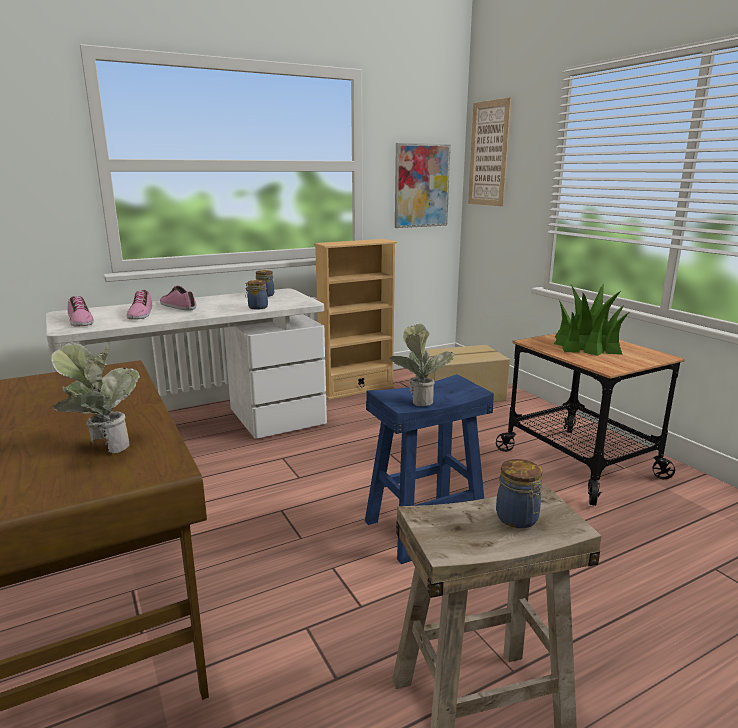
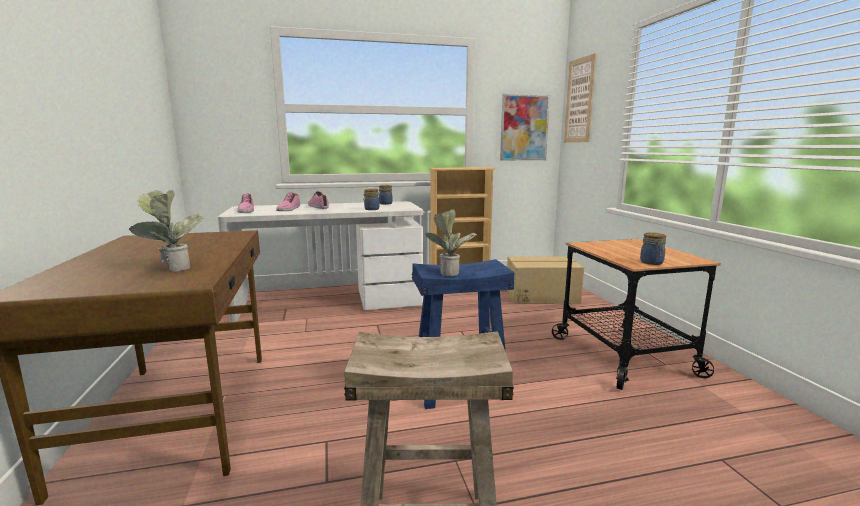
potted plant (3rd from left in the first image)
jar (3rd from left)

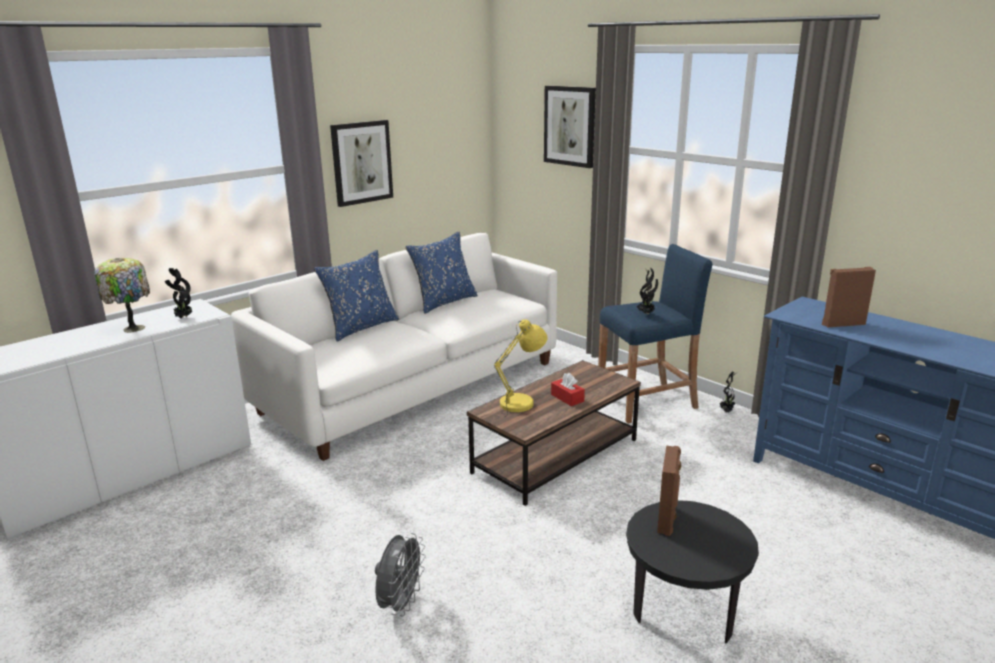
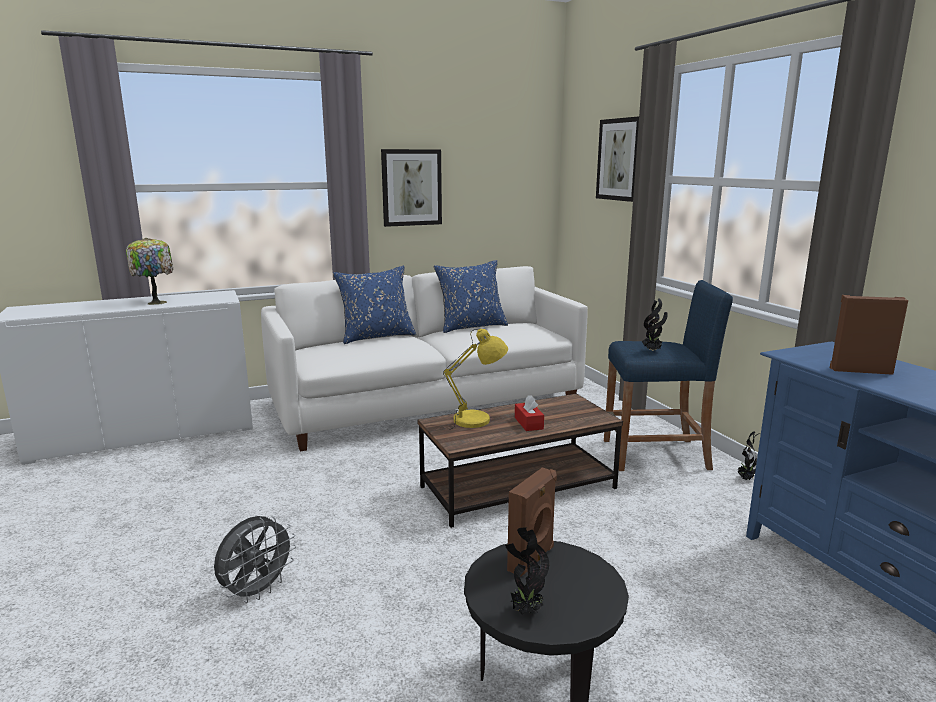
potted plant (1st from left)

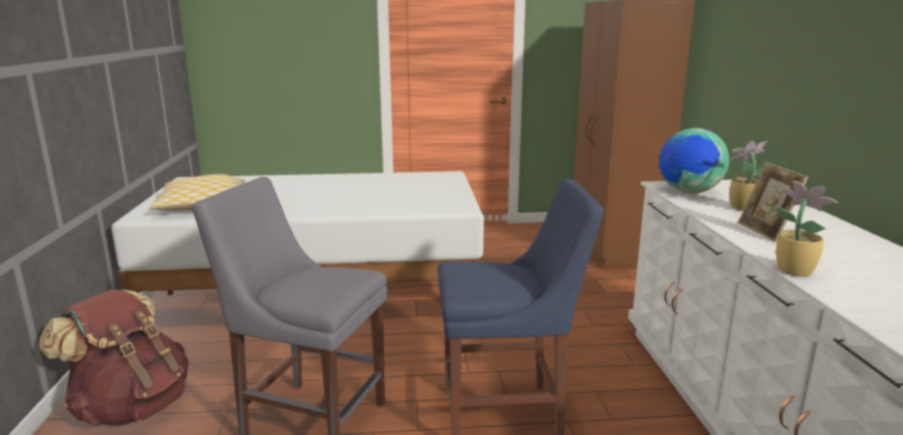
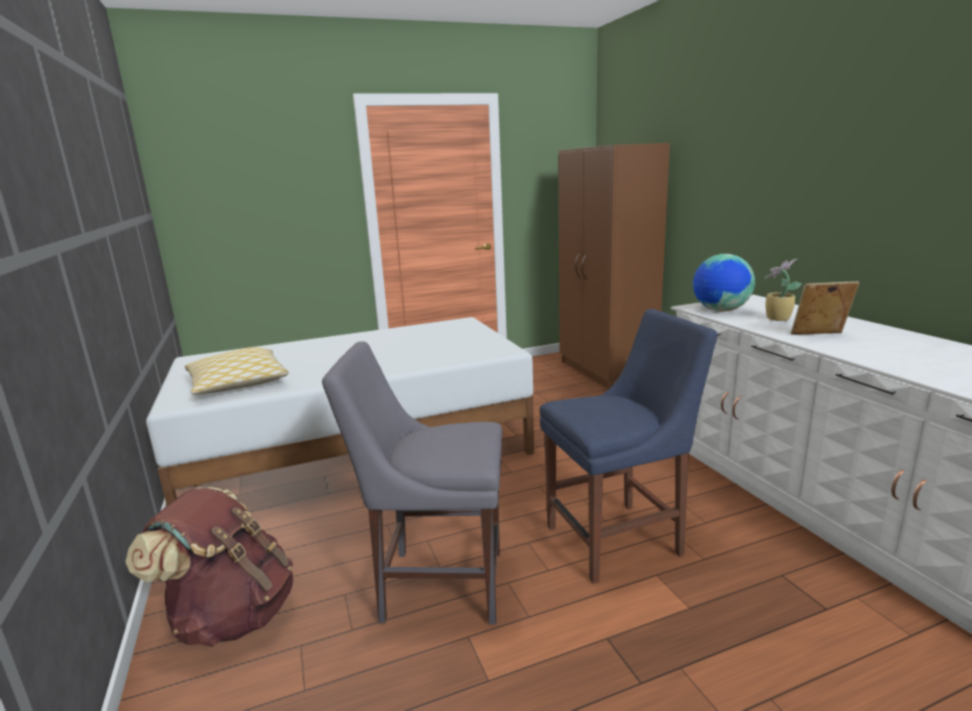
potted plant (2nd from left in the first image)
picture frame

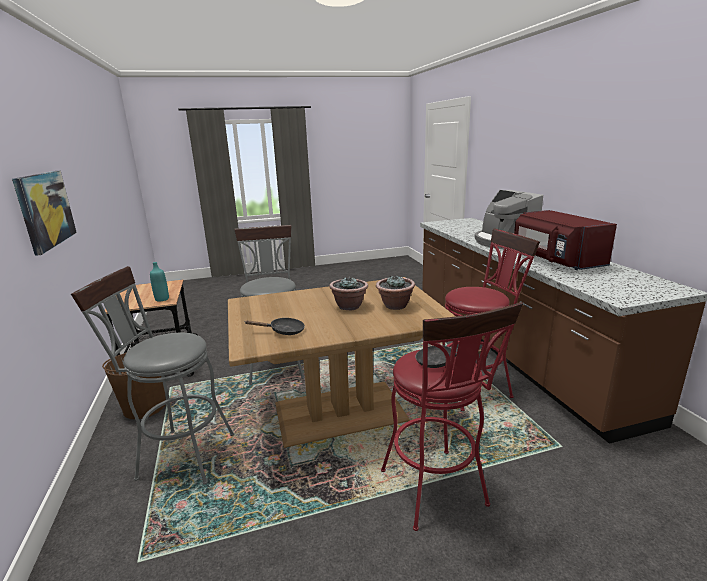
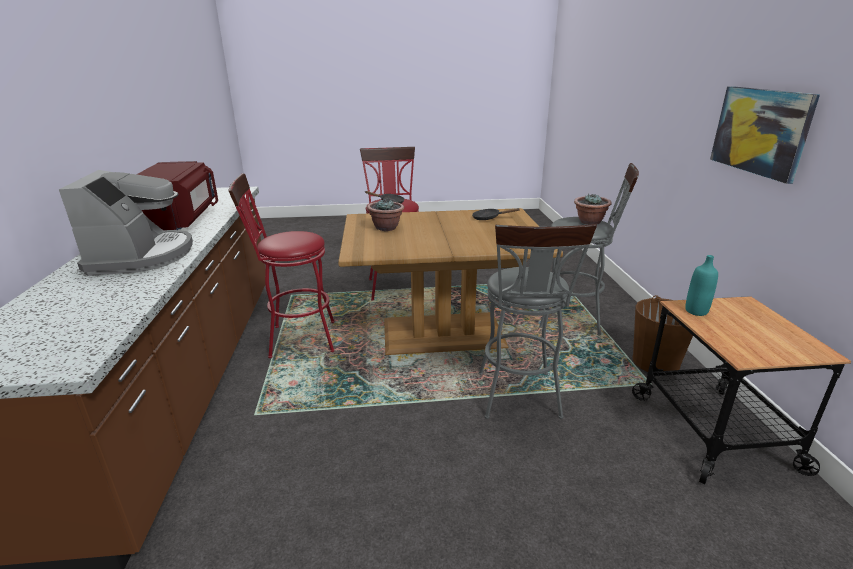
potted plant (2nd from left)

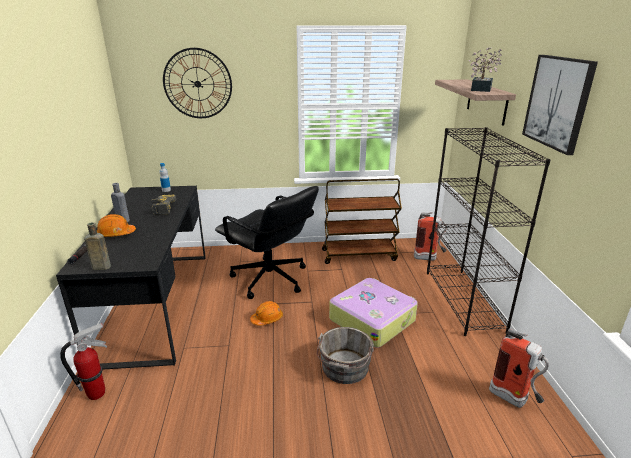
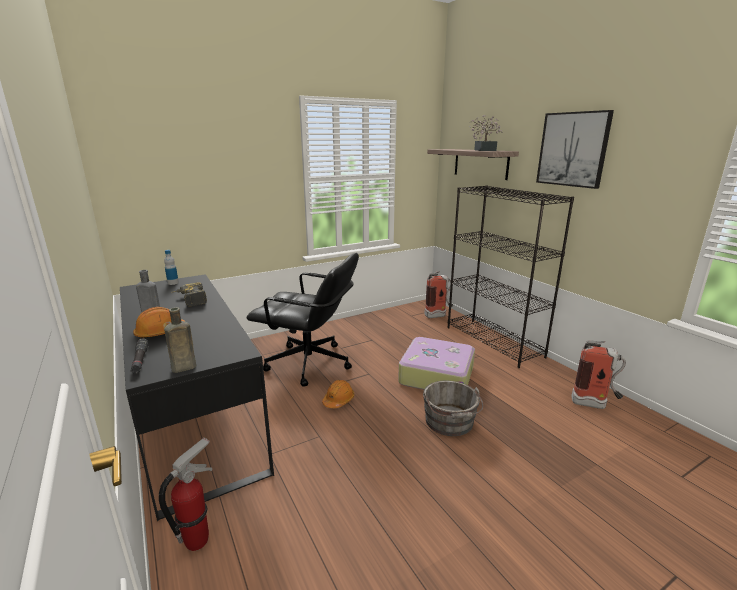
wall clock
cart (brown)

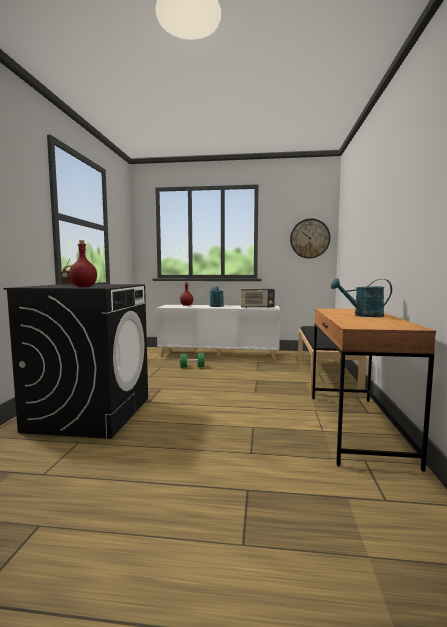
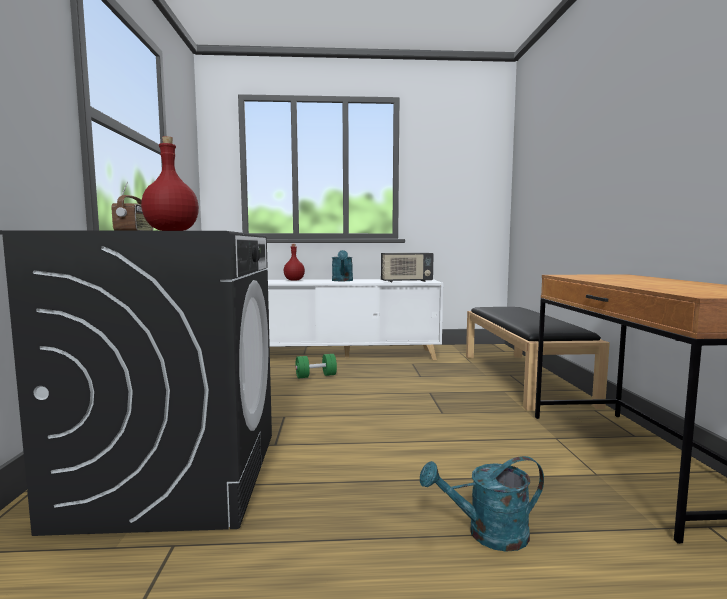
wall clock
watering can (turquoise) (2nd from left)

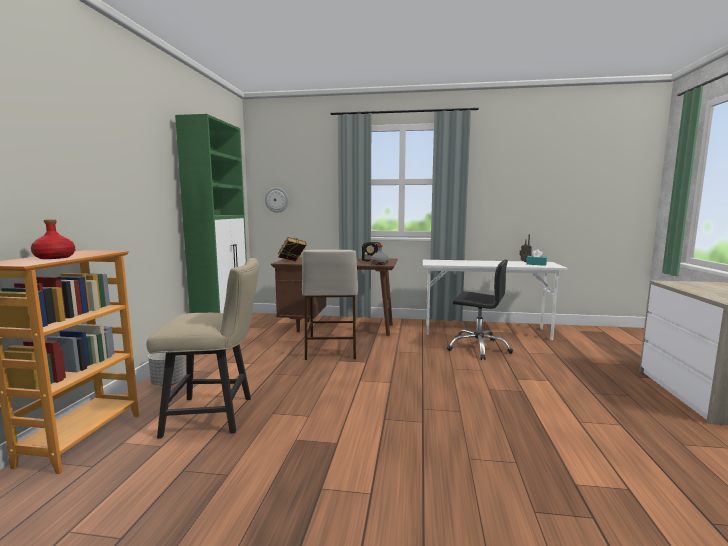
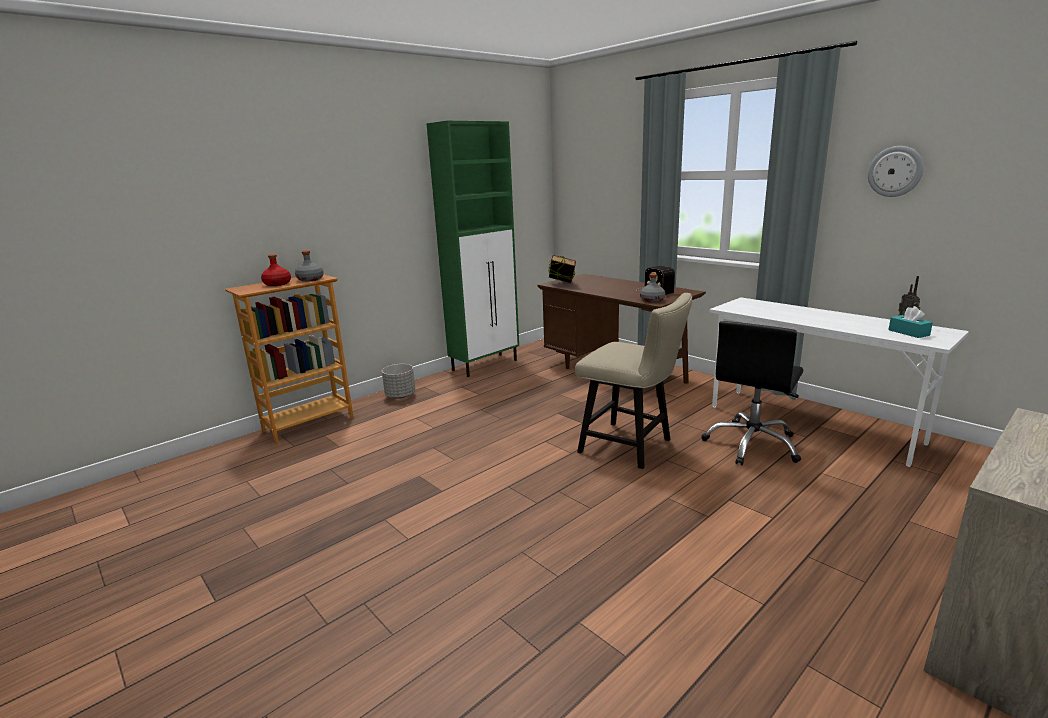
stool (beige)
bottle (grey) (1st from left)
chair (beige)
wall clock
office chair (black)

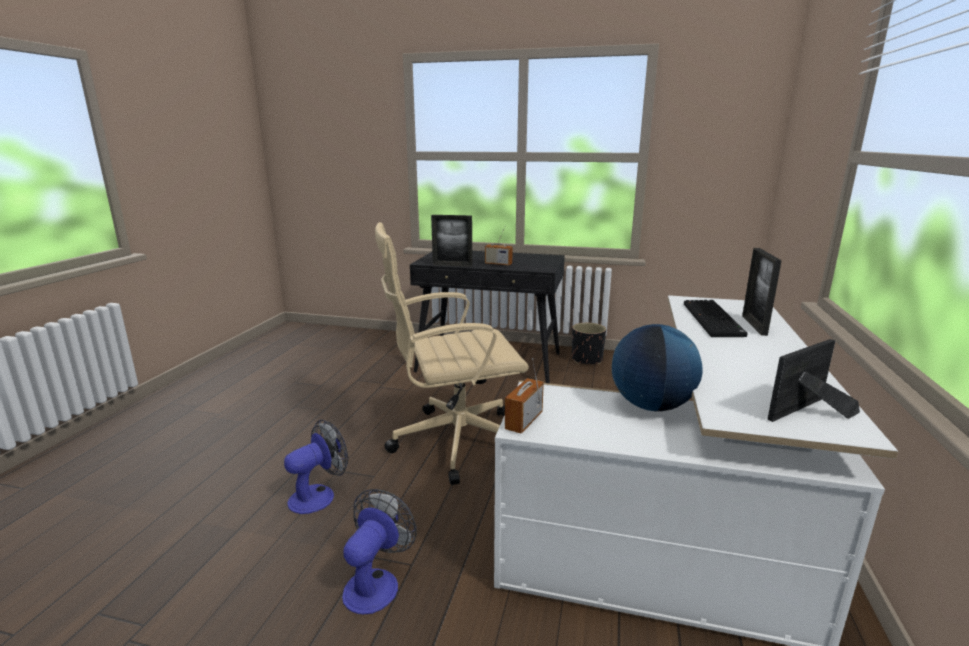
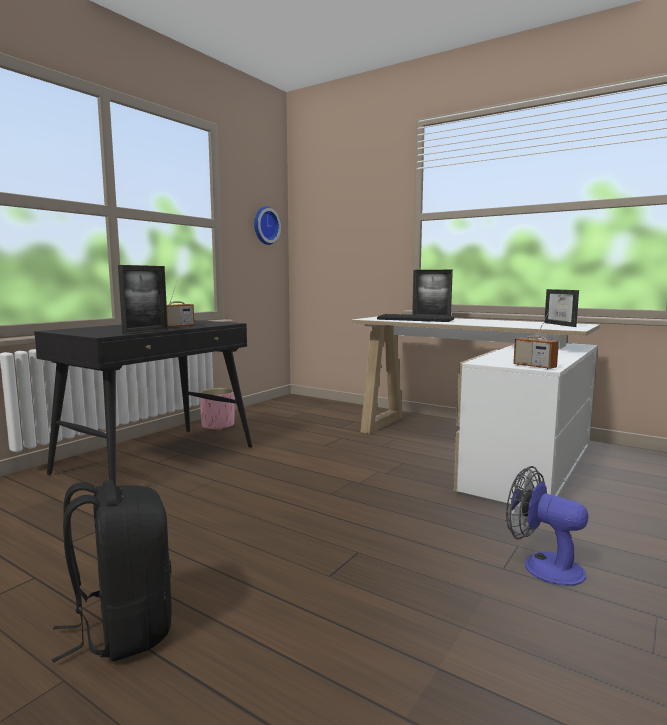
fan (1st from left in the first image)
office chair (beige)
globe
backpack (black)
wall clock
planter (pink)

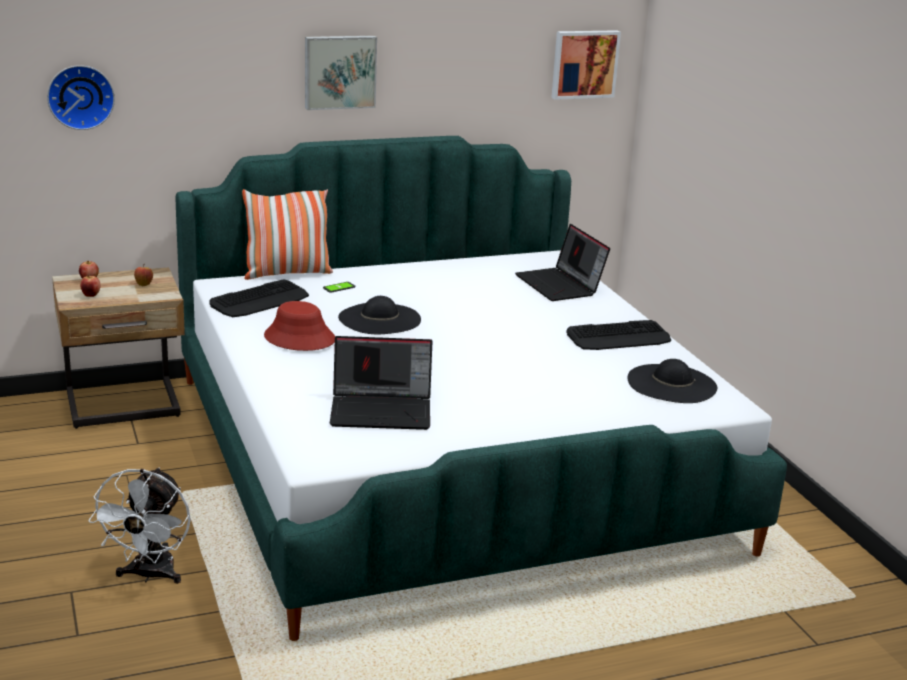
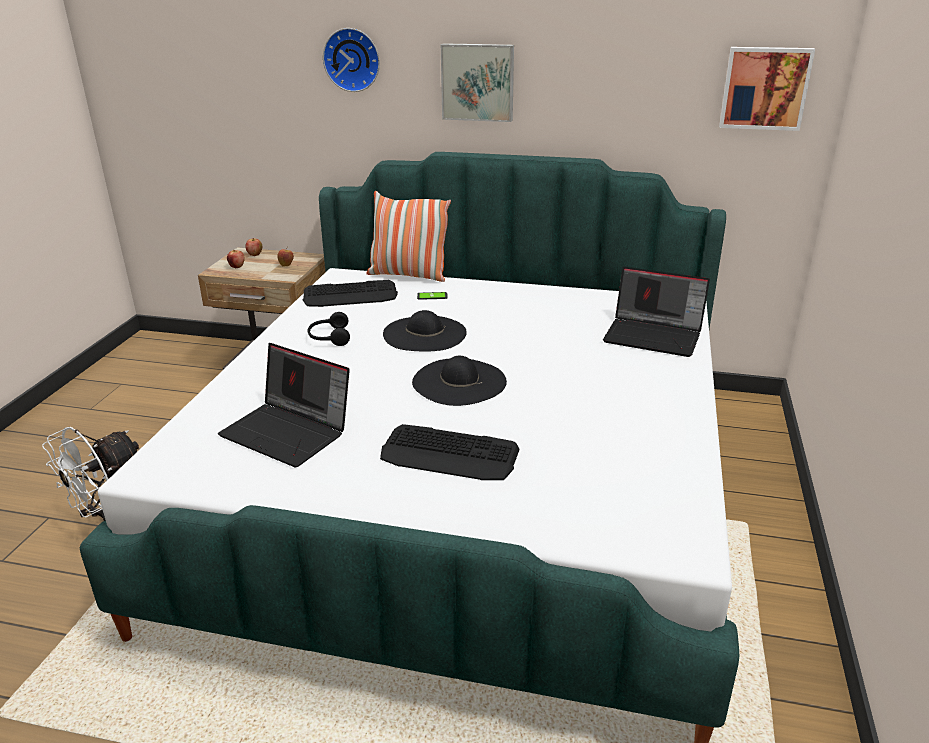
wall clock
keyboard (2nd from left)
hat (black) (2nd from left)
headphones (black)
laptop (2nd from left)

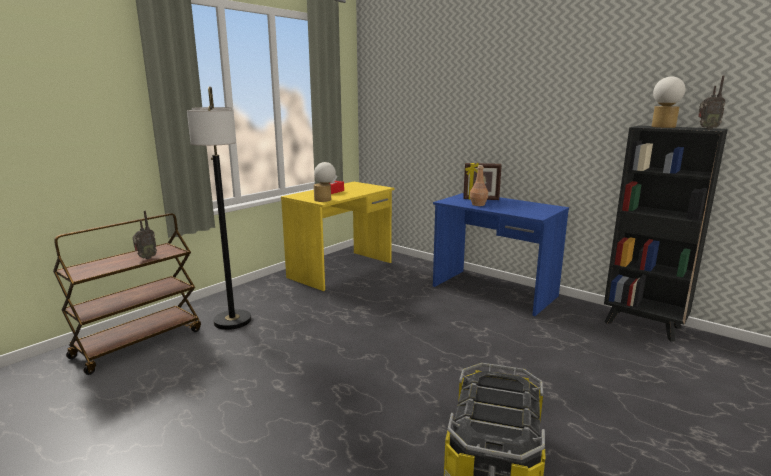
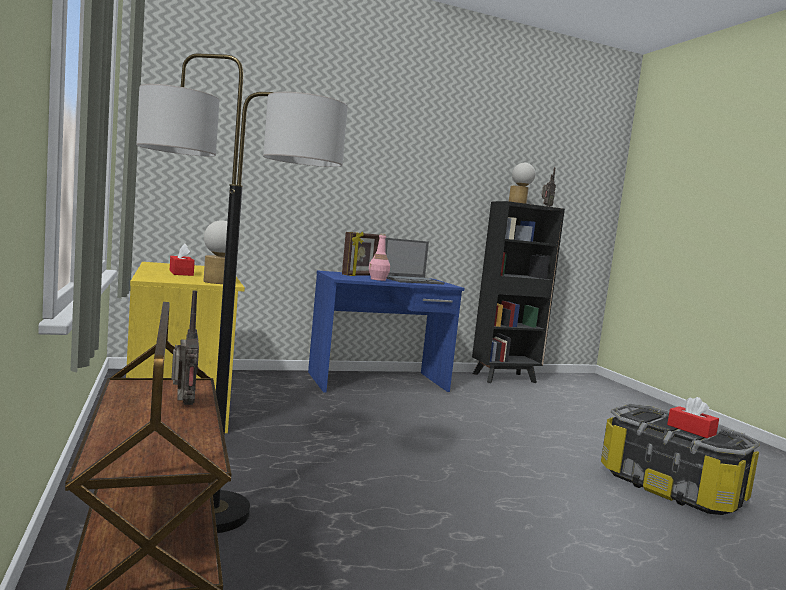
laptop
tissue box (red) (2nd from left)
bottle (pink)

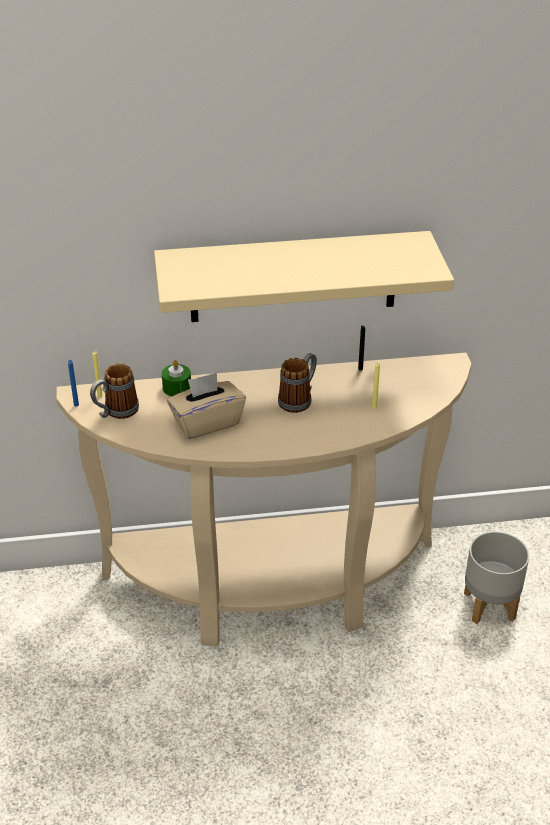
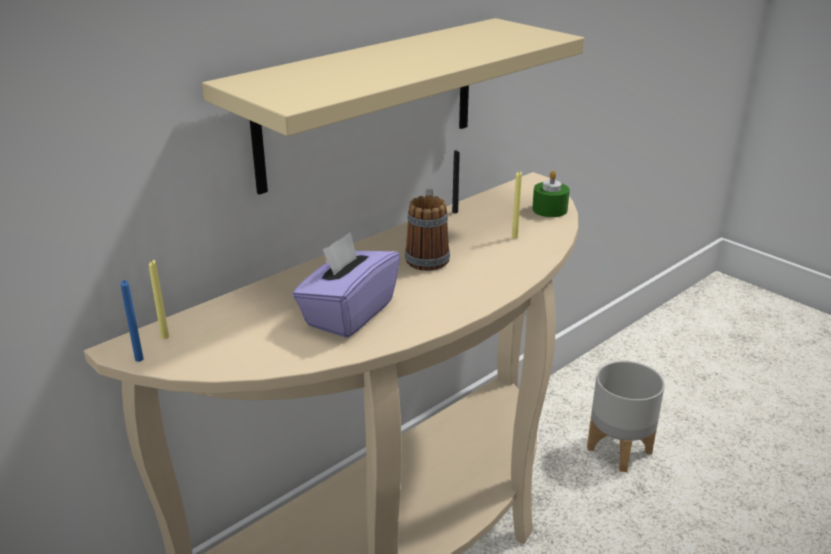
mug (1st from left in the first image)
candle (green)
tissue box (purple)

